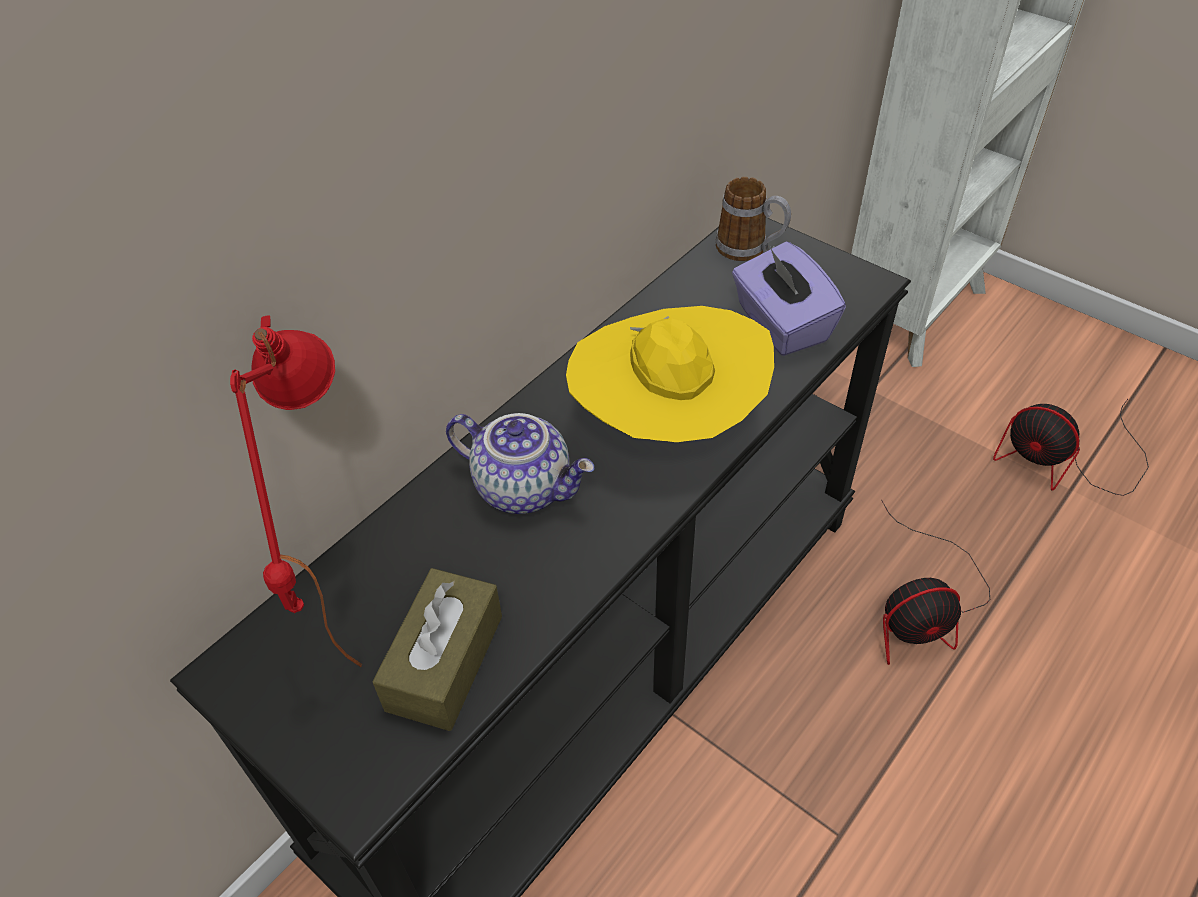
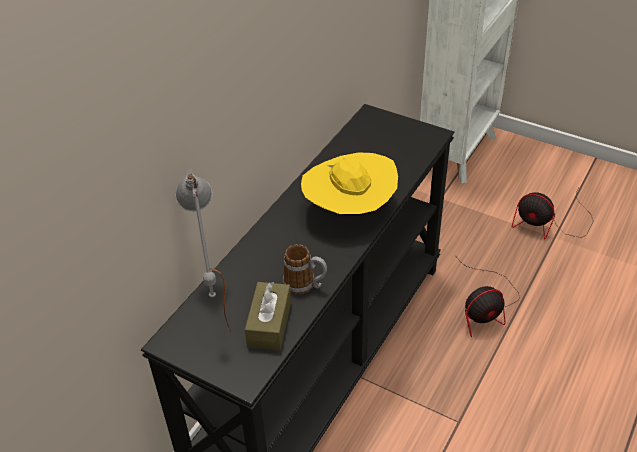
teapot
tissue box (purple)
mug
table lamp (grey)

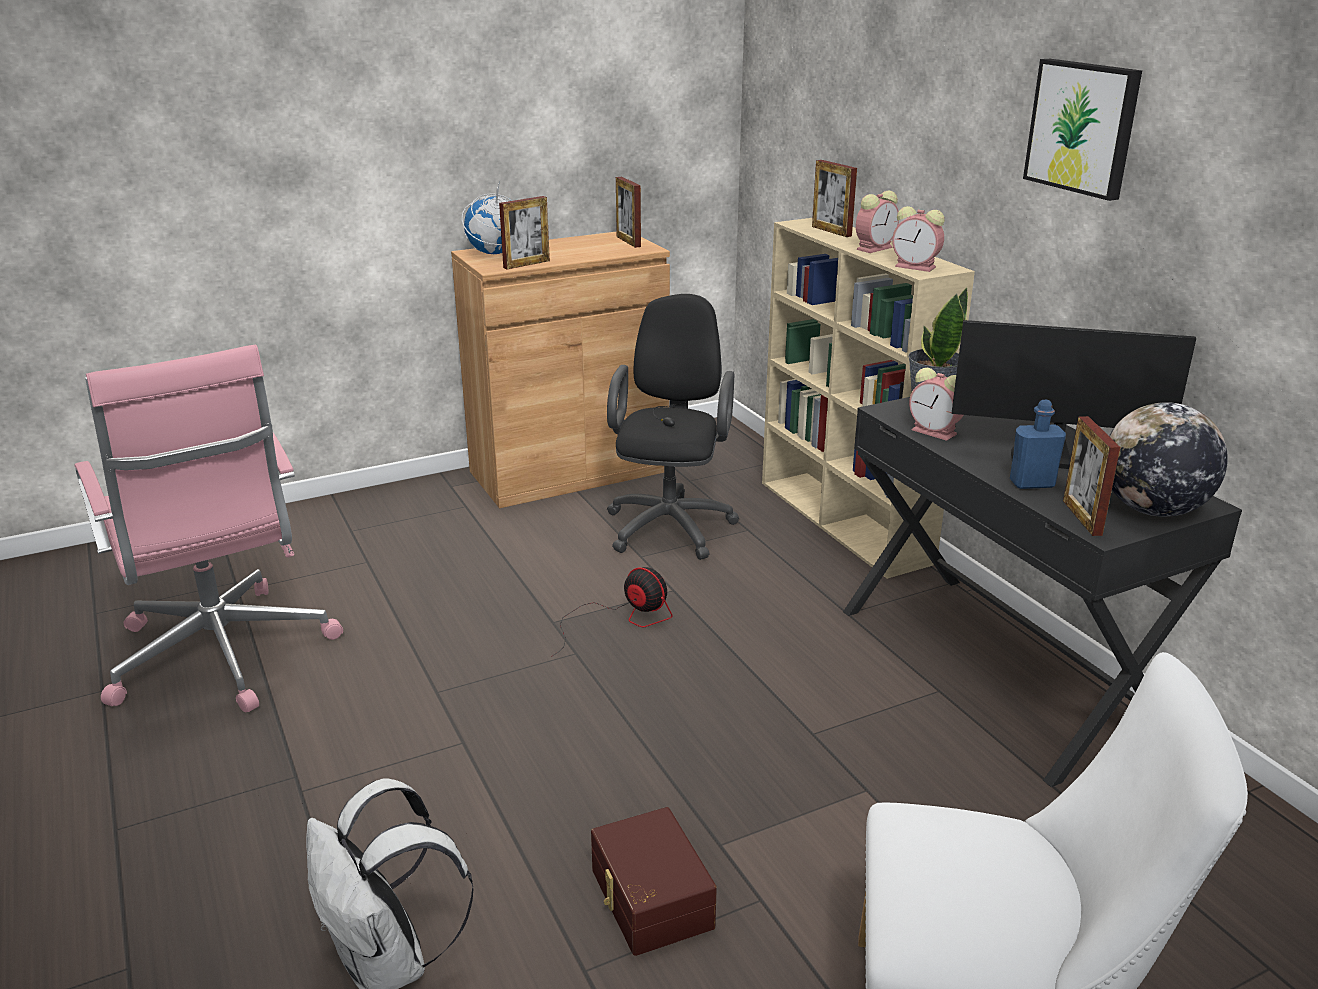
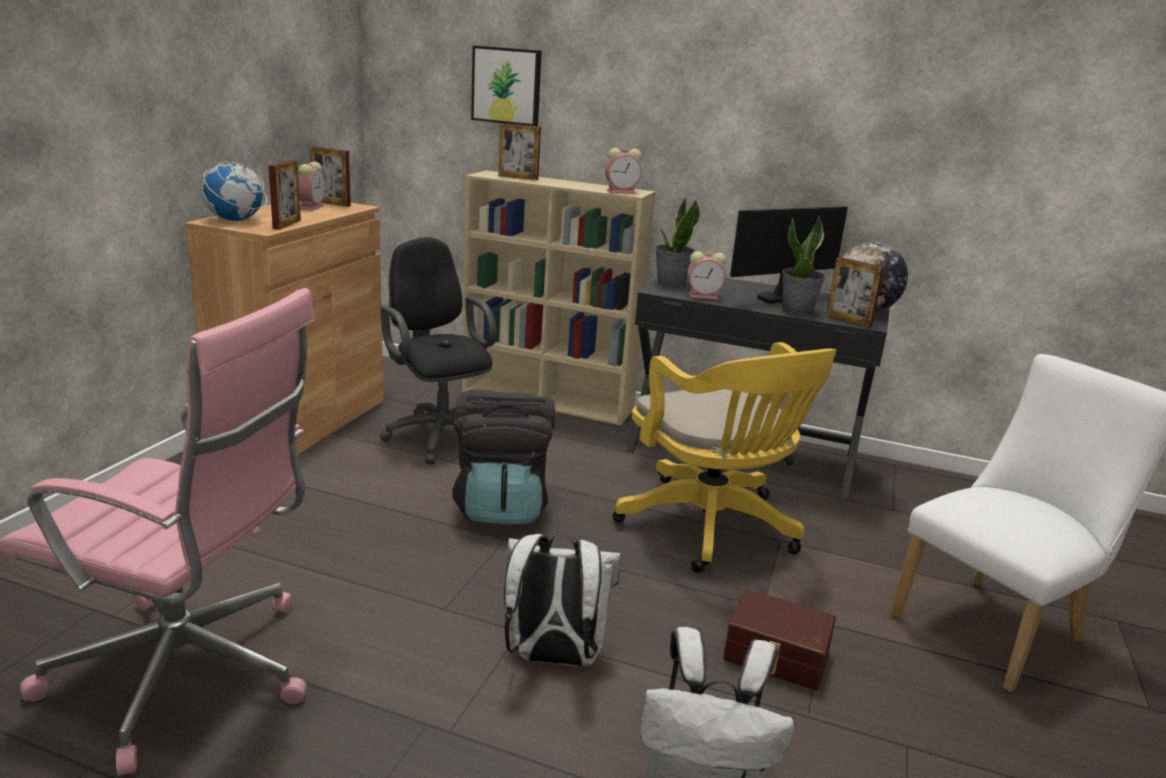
backpack (white) (1st from left)
office chair (yellow)
alarm clock (1st from left)
picture
backpack (black)
potted plant (2nd from left)

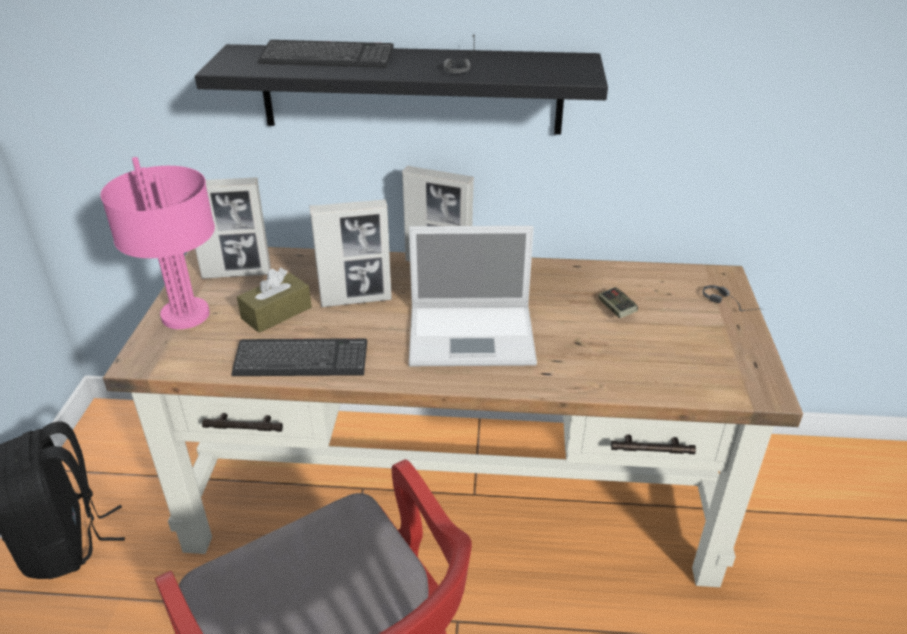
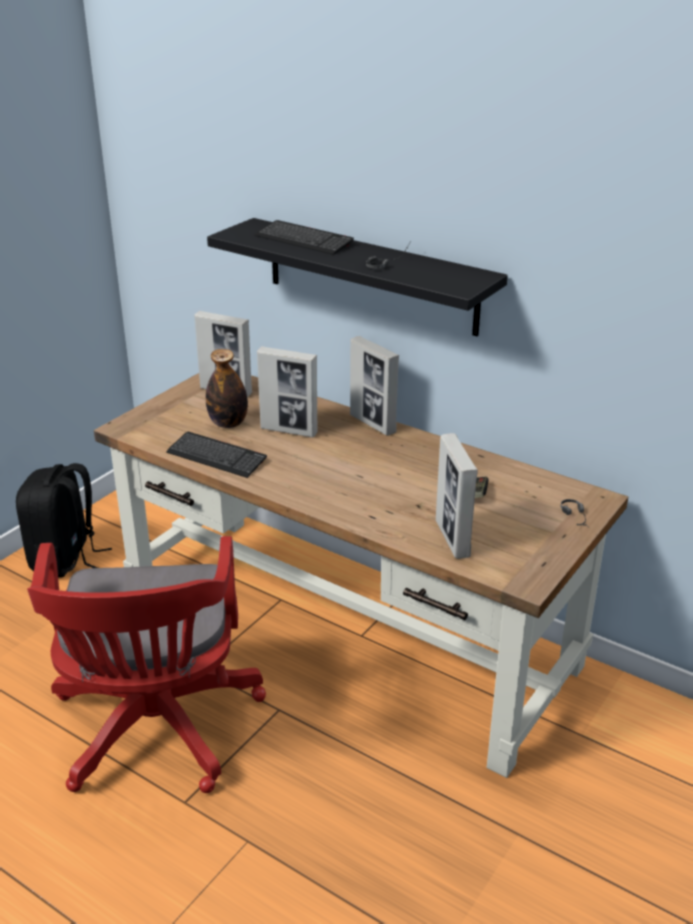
table lamp (pink)
laptop
picture frame (4th from left)
bottle

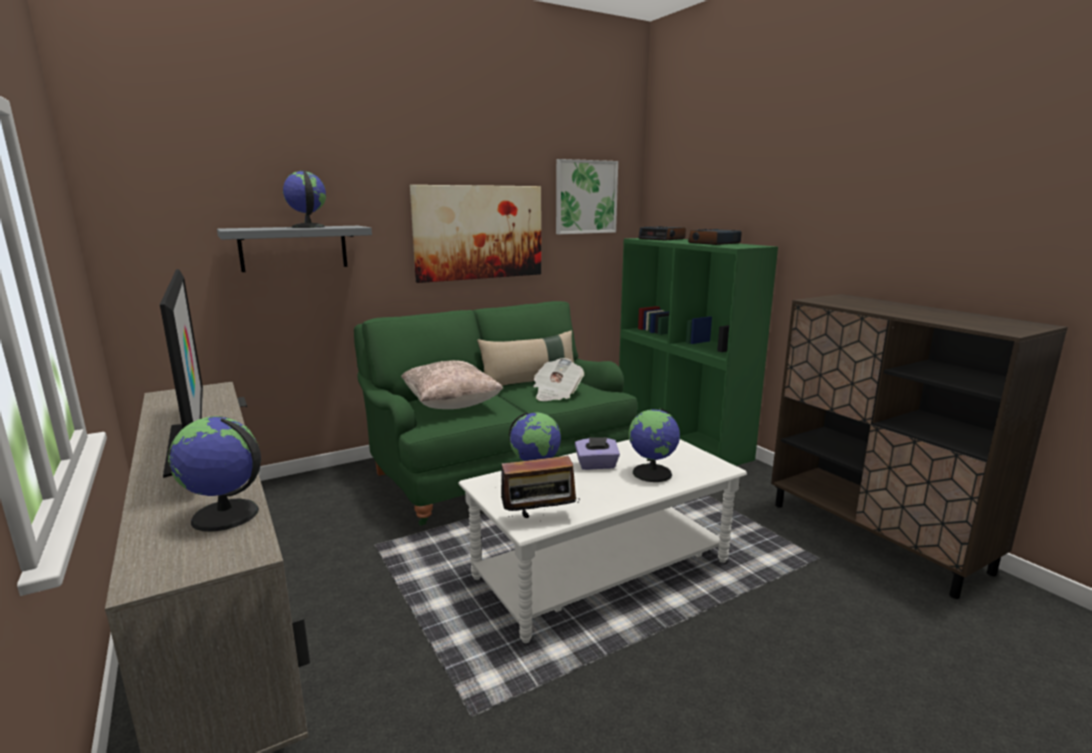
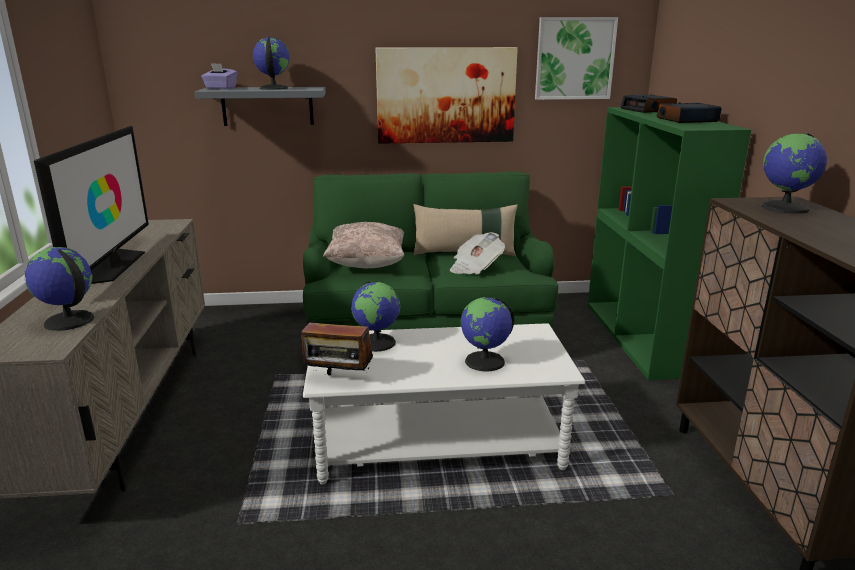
globe (5th from left)
tissue box (purple)

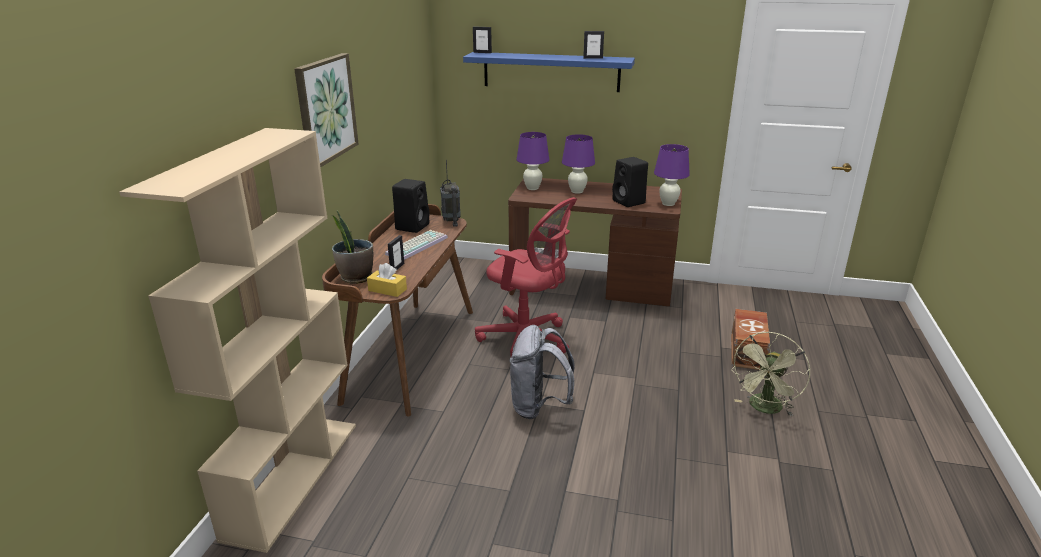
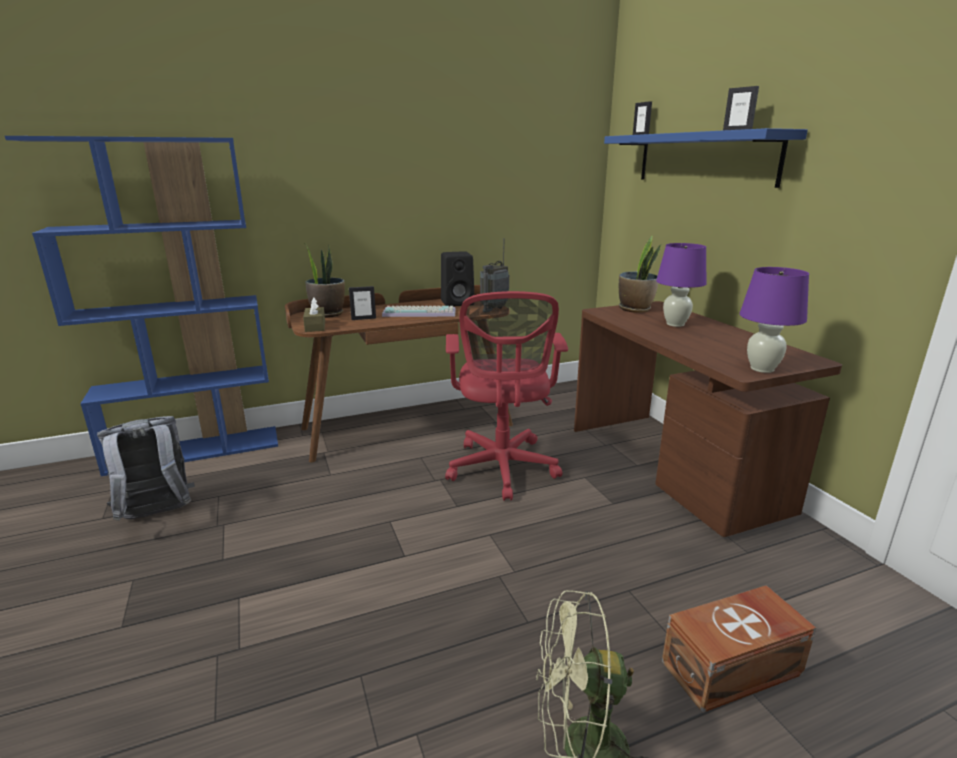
picture
speaker (black) (2nd from left in the first image)
backpack (grey)
potted plant (2nd from left)
bookcase (blue)
tissue box (brown)

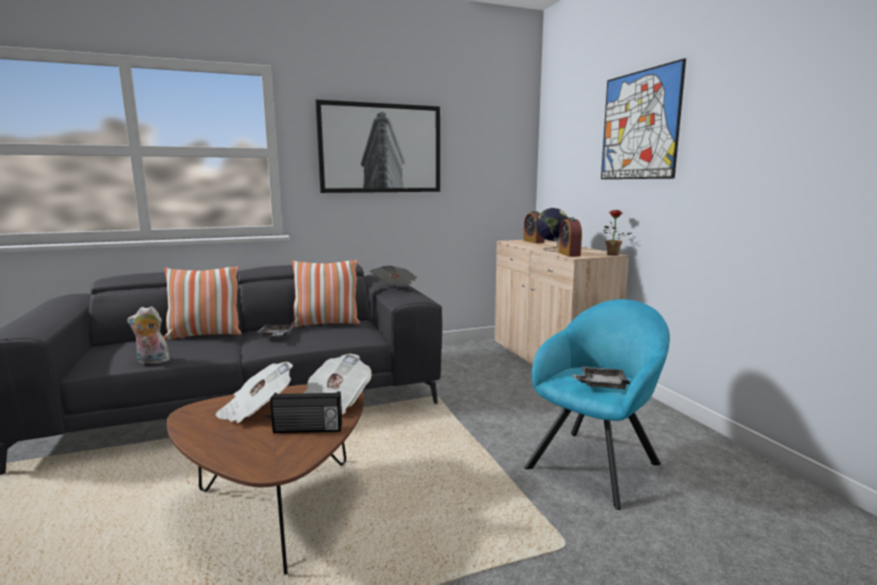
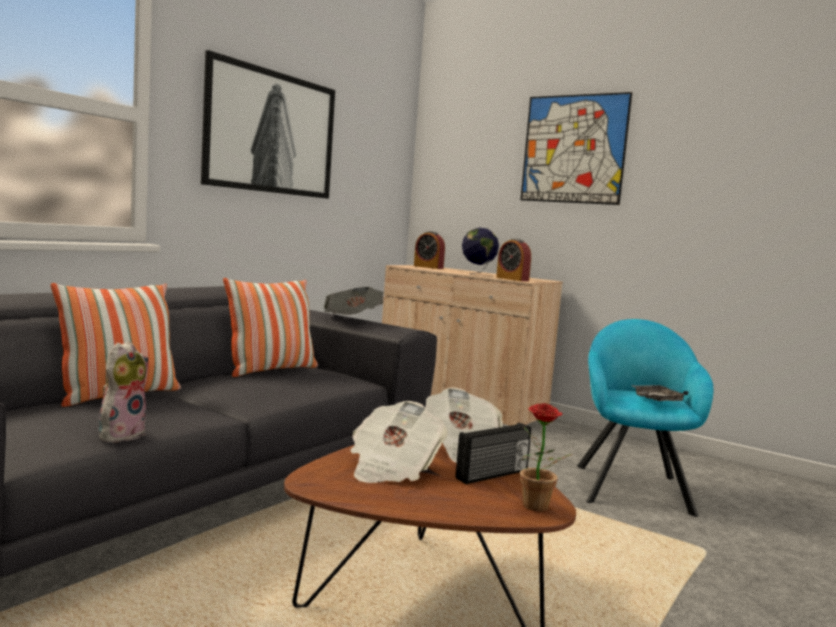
tray (grey) (1st from left in the first image)
potted plant
plush toy

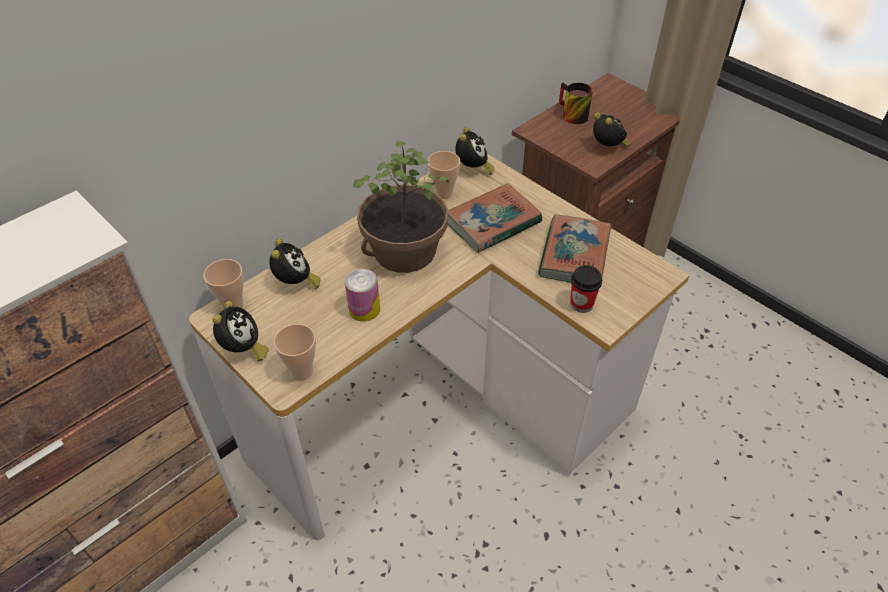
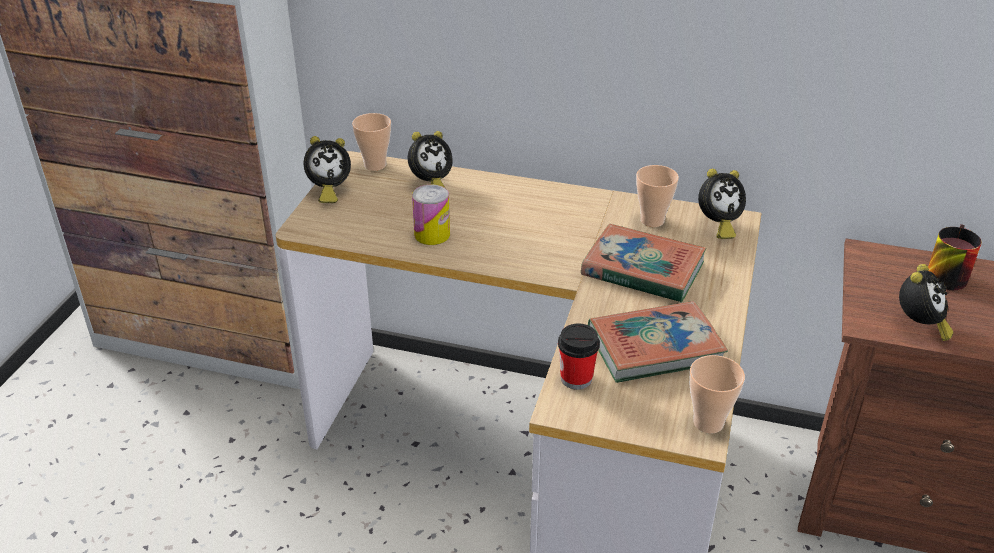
potted plant
cup (4th from left)

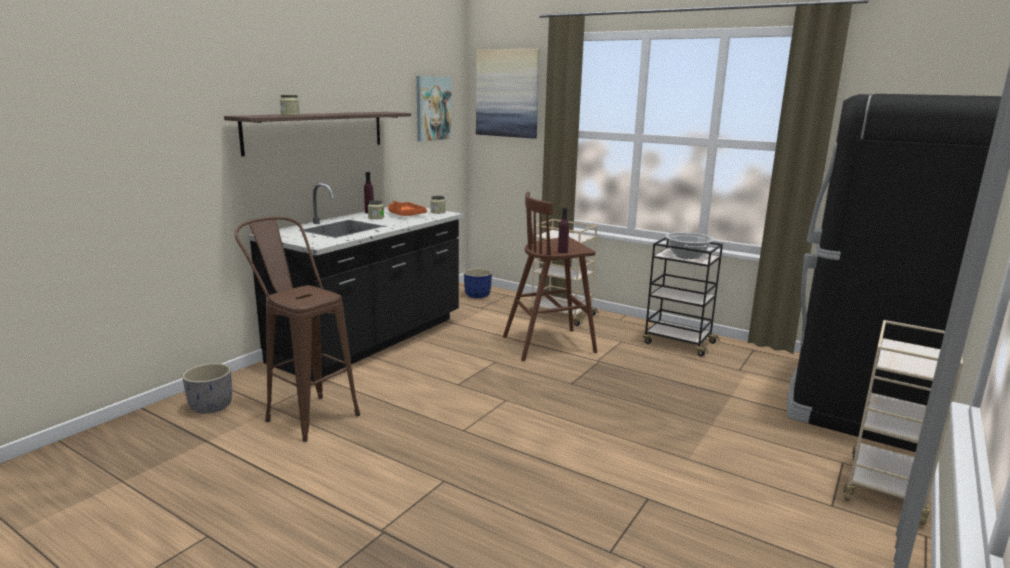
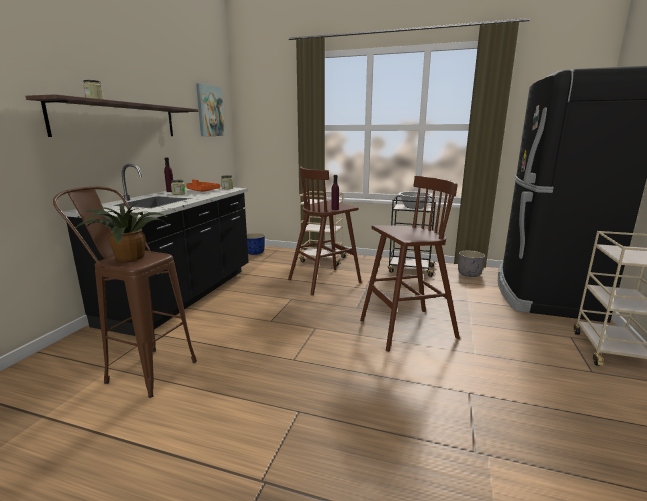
picture (2nd from left in the first image)
potted plant
stool (brown) (3rd from left)
planter (grey)

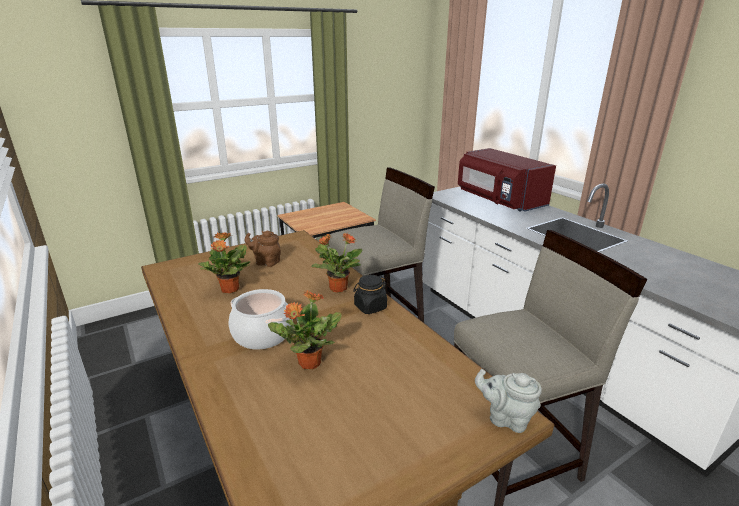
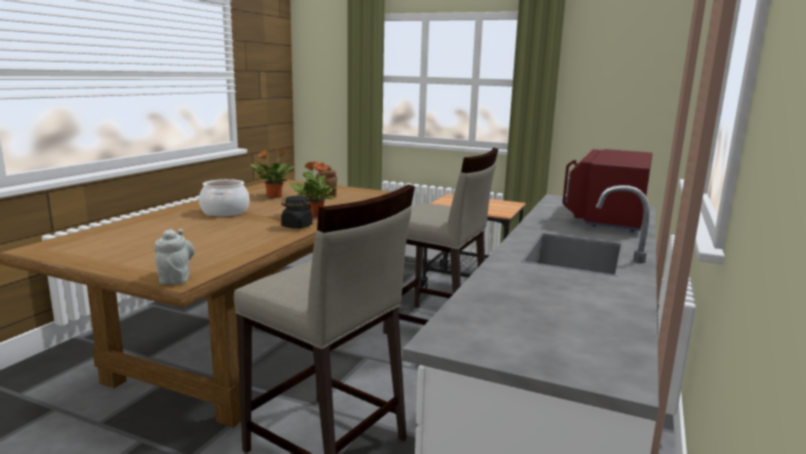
potted plant (2nd from left in the first image)

